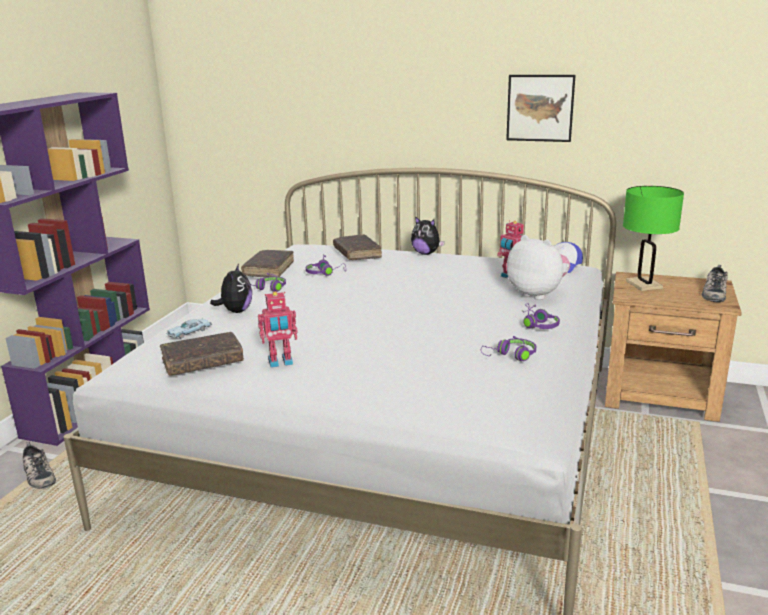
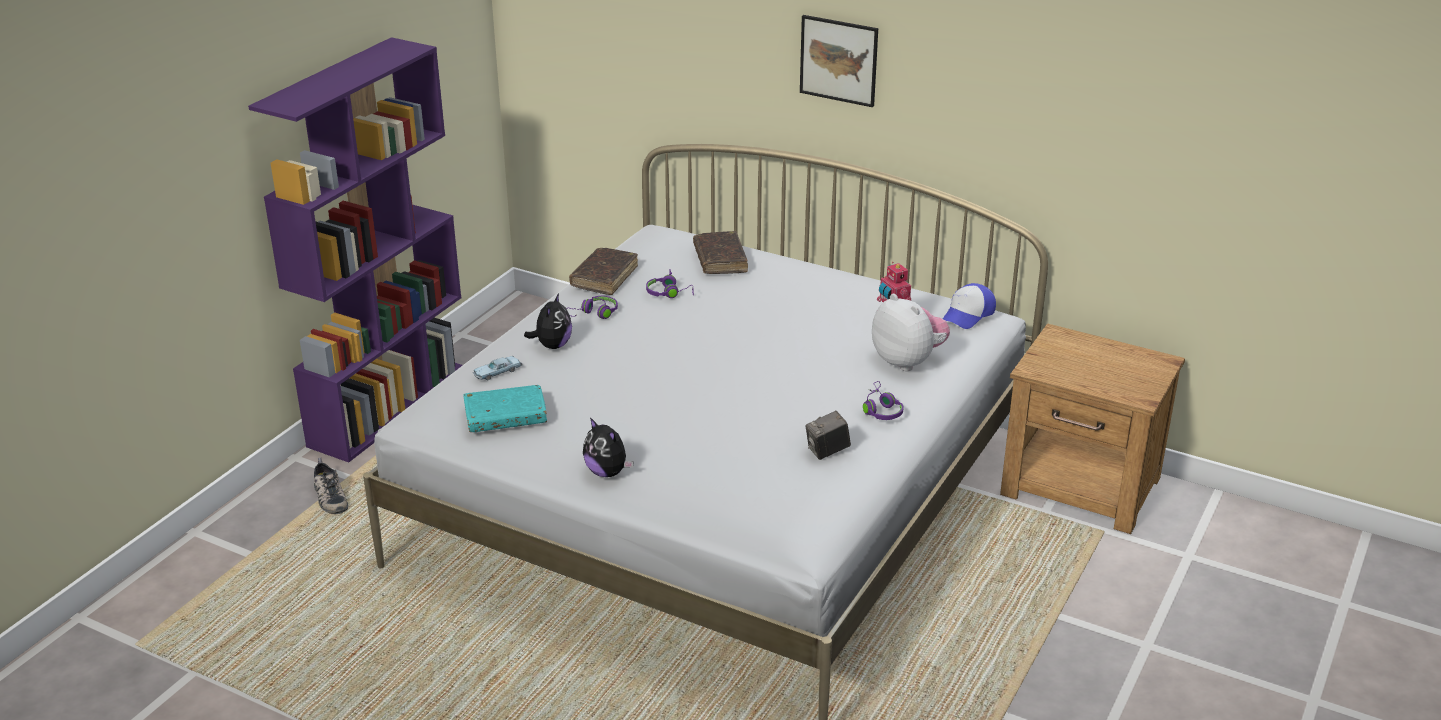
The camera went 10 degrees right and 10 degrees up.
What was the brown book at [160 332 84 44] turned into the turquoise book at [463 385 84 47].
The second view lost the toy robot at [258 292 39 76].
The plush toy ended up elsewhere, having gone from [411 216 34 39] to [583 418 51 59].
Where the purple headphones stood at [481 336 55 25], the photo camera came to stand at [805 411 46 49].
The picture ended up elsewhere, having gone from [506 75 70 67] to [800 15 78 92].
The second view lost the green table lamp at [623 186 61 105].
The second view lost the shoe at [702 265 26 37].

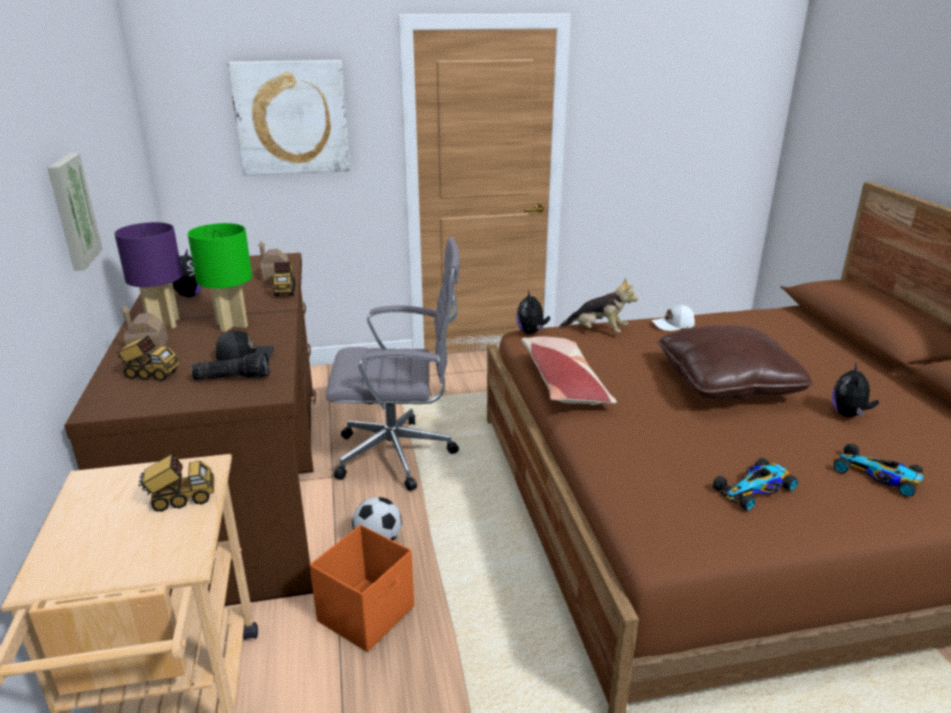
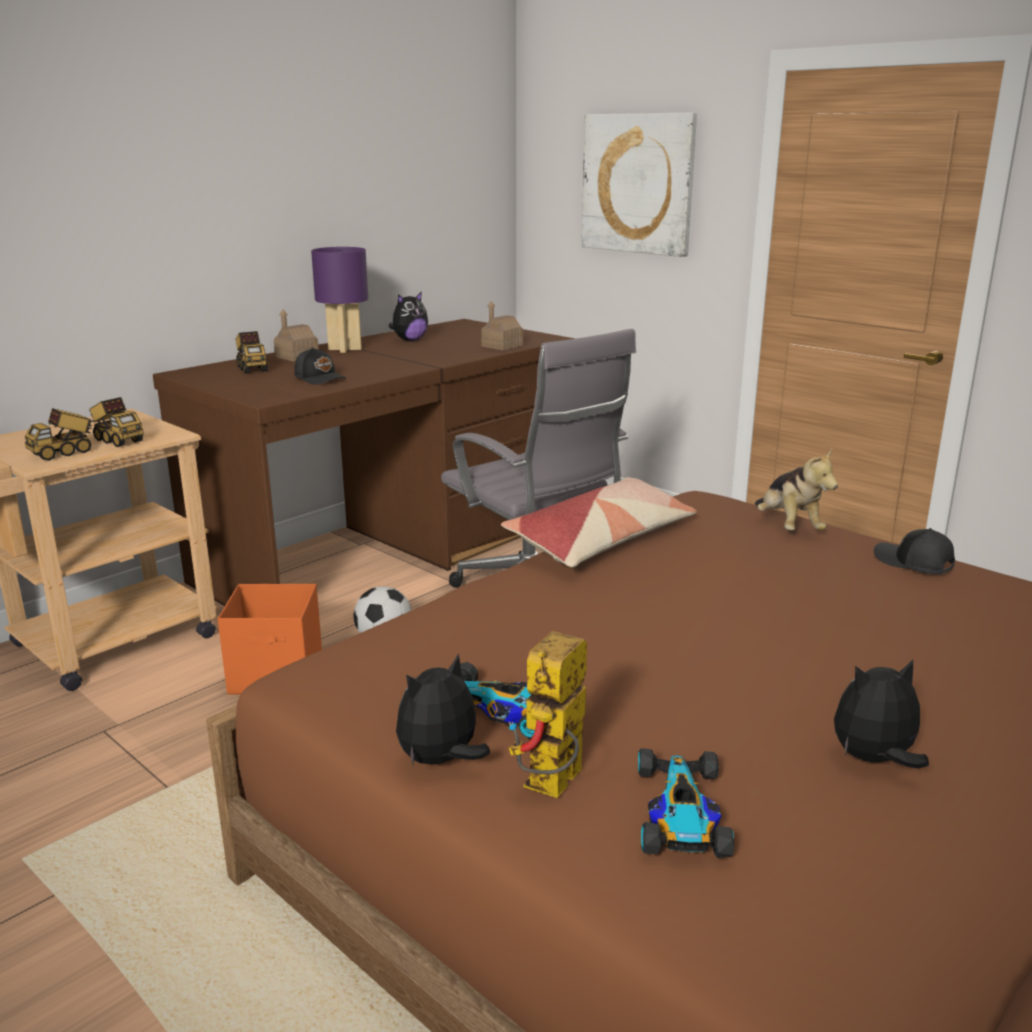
The camera went 55 degrees right and 5 degrees down.
The second view lost the picture at [47 153 55 118].
The second view lost the green table lamp at [188 223 64 109].
The second view lost the flashlight at [191 353 79 28].
The toy truck ended up elsewhere, having gone from [273 262 22 35] to [25 408 68 53].
The plush toy ended up elsewhere, having gone from [516 291 34 43] to [396 653 94 112].
What was the white cap at [652 304 43 27] turned into the black cap at [874 528 81 46].
The second view lost the brown pillow at [658 325 155 75].
The second view gained the toy robot at [509 631 78 167].

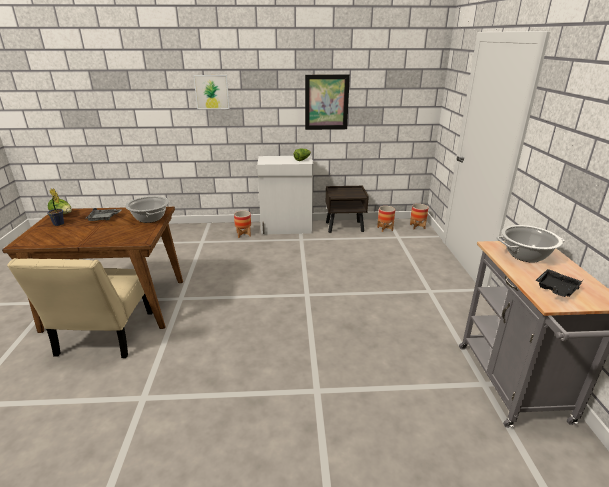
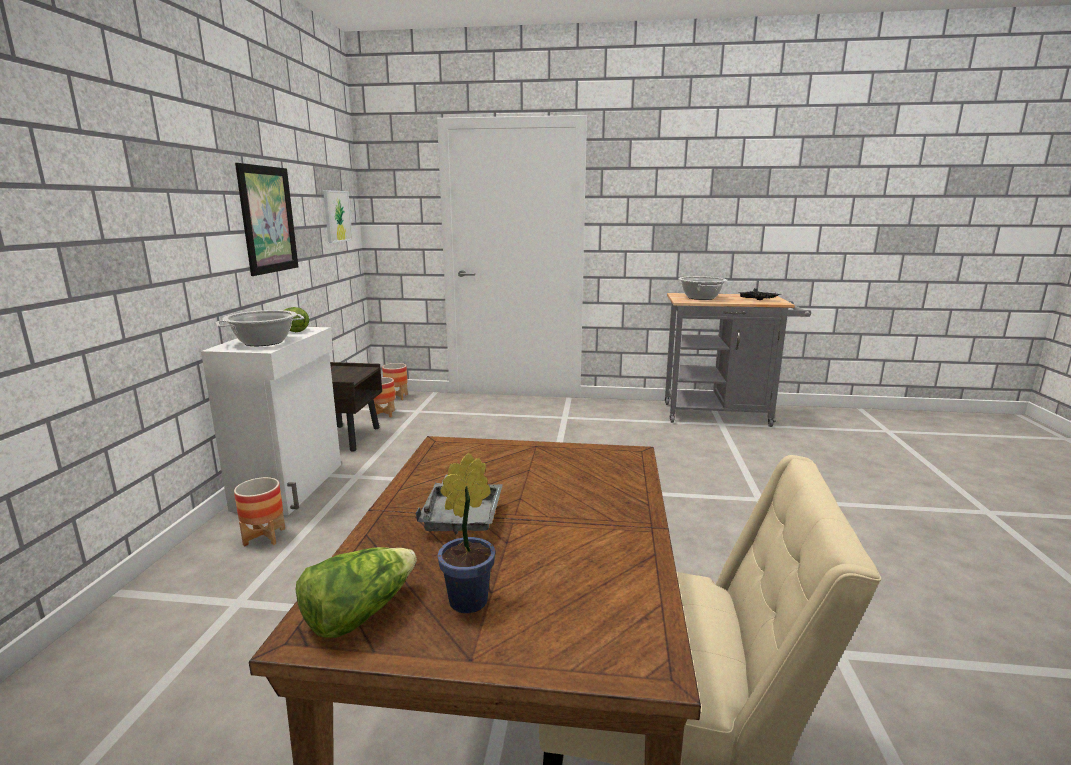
The camera went 80 degrees left and 10 degrees down.
The cooking pot ended up elsewhere, having gone from [125 196 44 27] to [216 310 88 36].
The picture ended up elsewhere, having gone from [193 75 37 34] to [323 190 30 53].

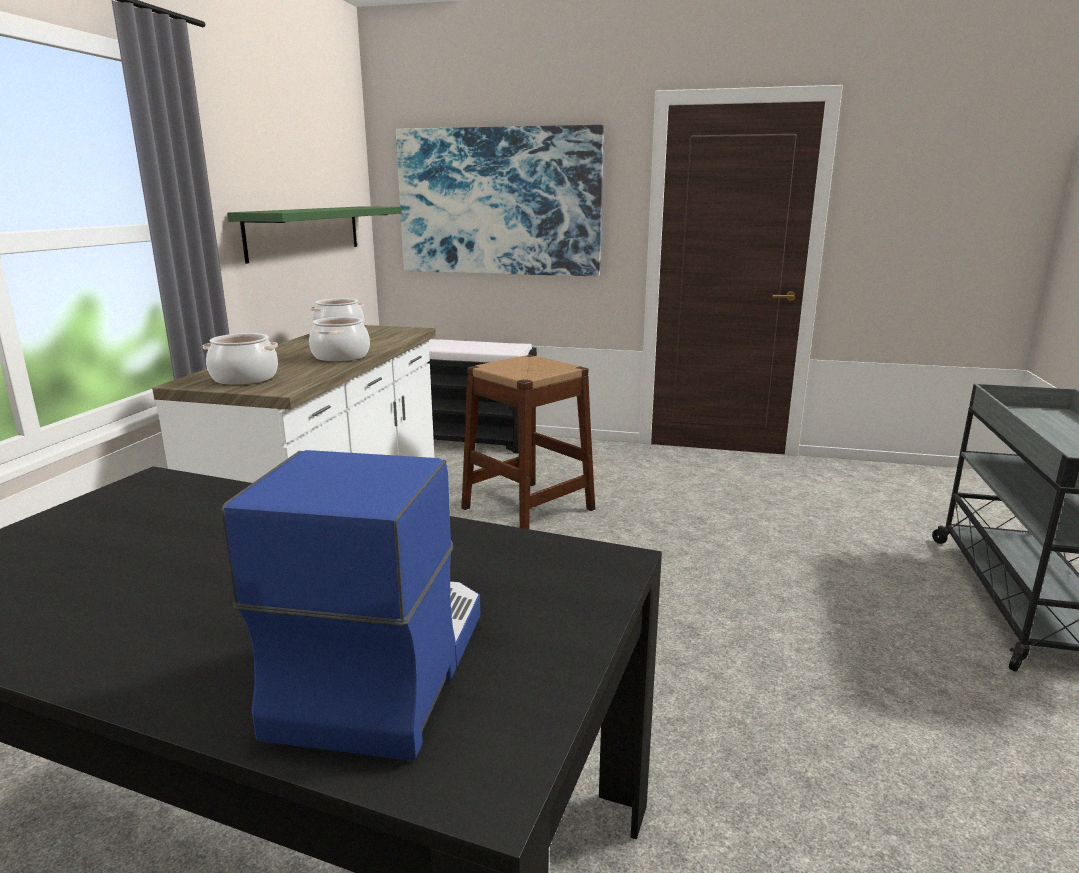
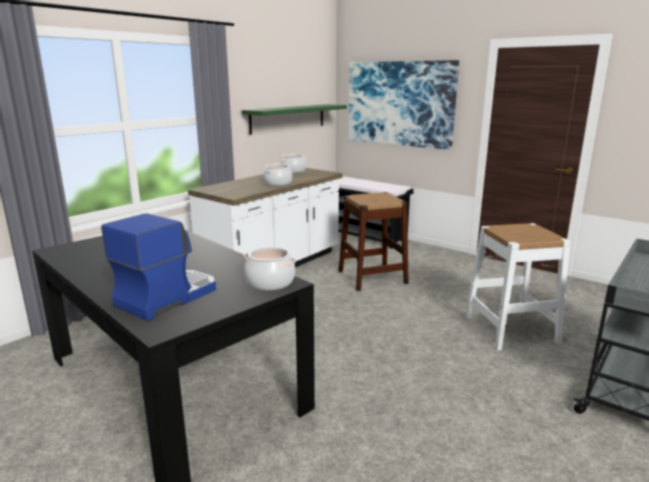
The camera went 25 degrees right and 0 degrees up.
The cooking pot ended up elsewhere, having gone from [203 333 75 52] to [244 246 51 44].
The second view gained the white stool at [465 223 106 127].

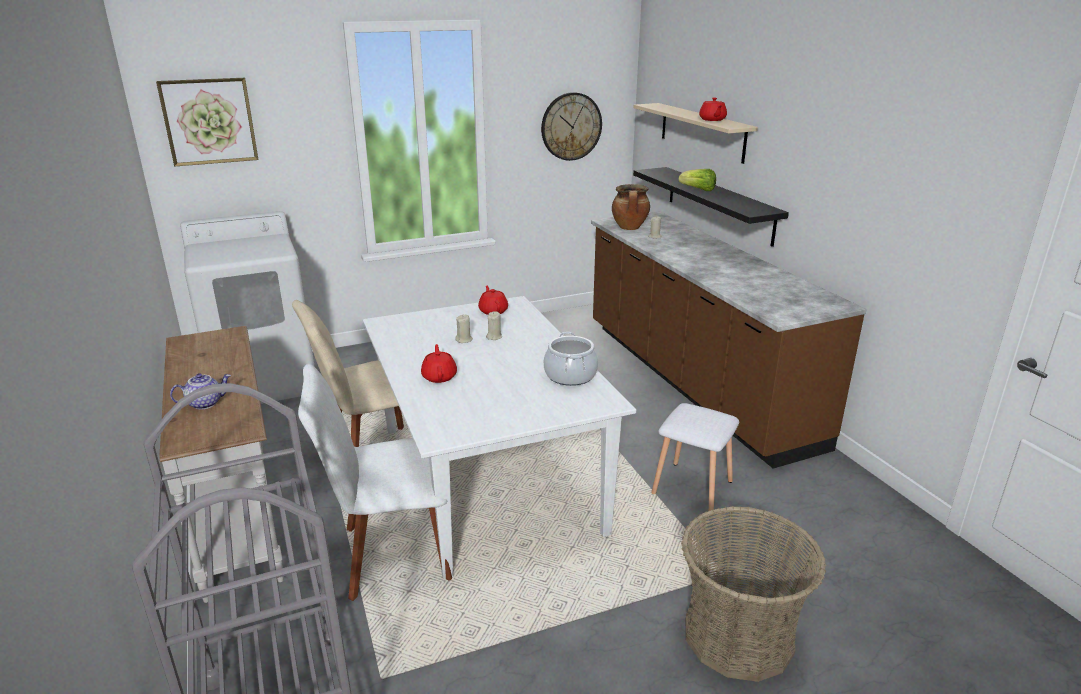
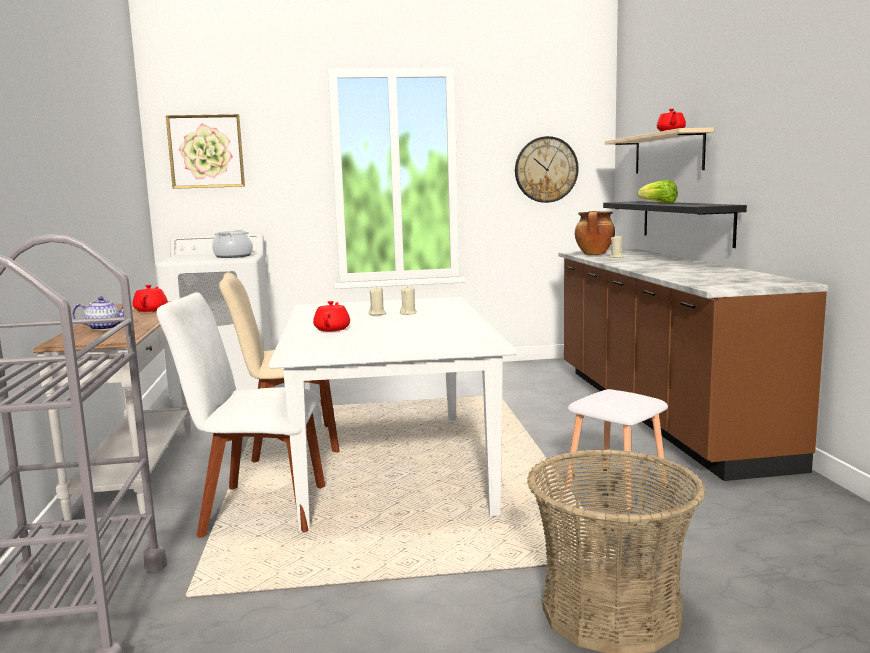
The camera went 15 degrees right and 15 degrees down.
The red teapot ended up elsewhere, having gone from [478 286 30 29] to [133 285 35 27].
The cooking pot ended up elsewhere, having gone from [544 332 54 54] to [212 230 41 28].

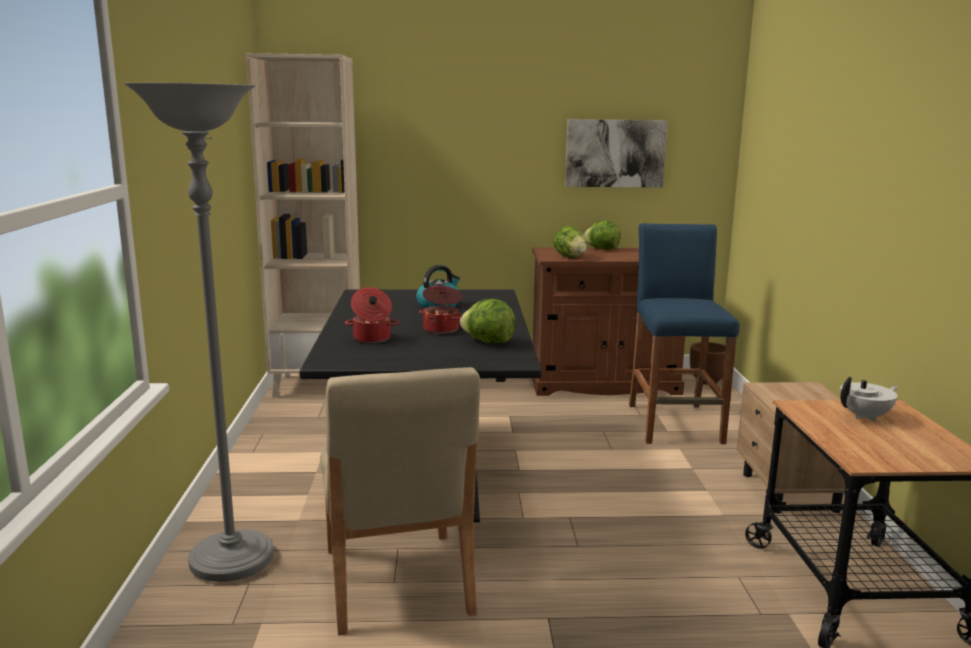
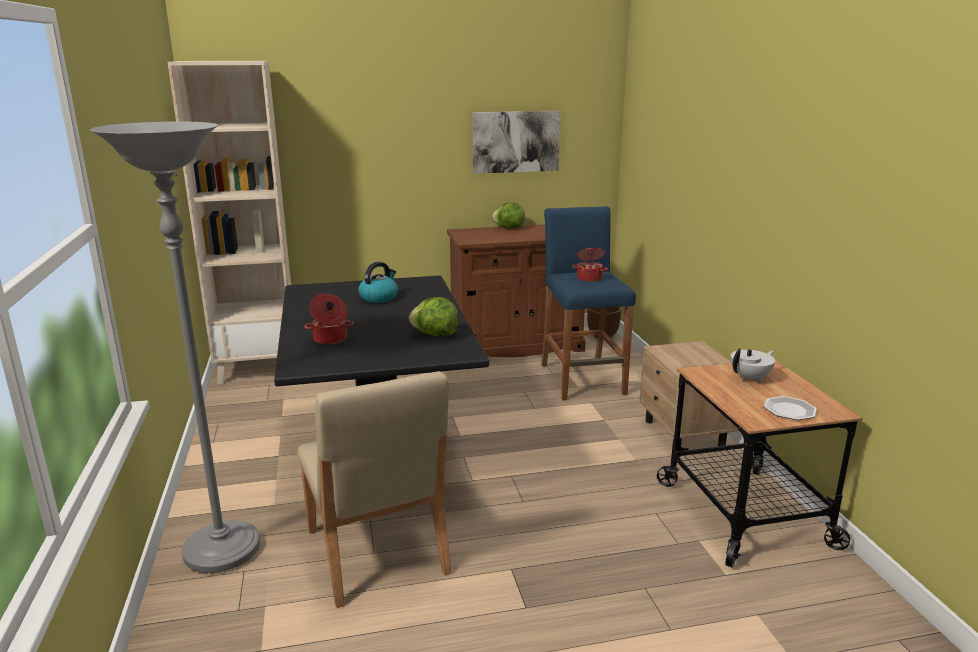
The camera went 10 degrees left and 5 degrees up.
The cooking pot ended up elsewhere, having gone from [419 285 43 49] to [572 247 36 35].
The second view lost the lettuce at [553 226 34 32].
The second view gained the plate at [763 396 54 24].

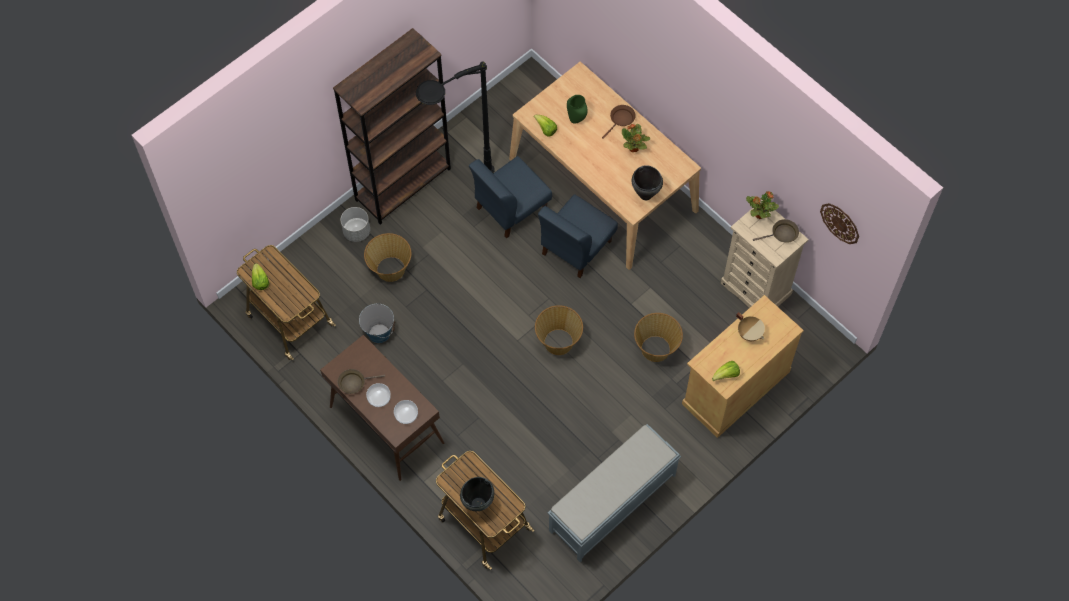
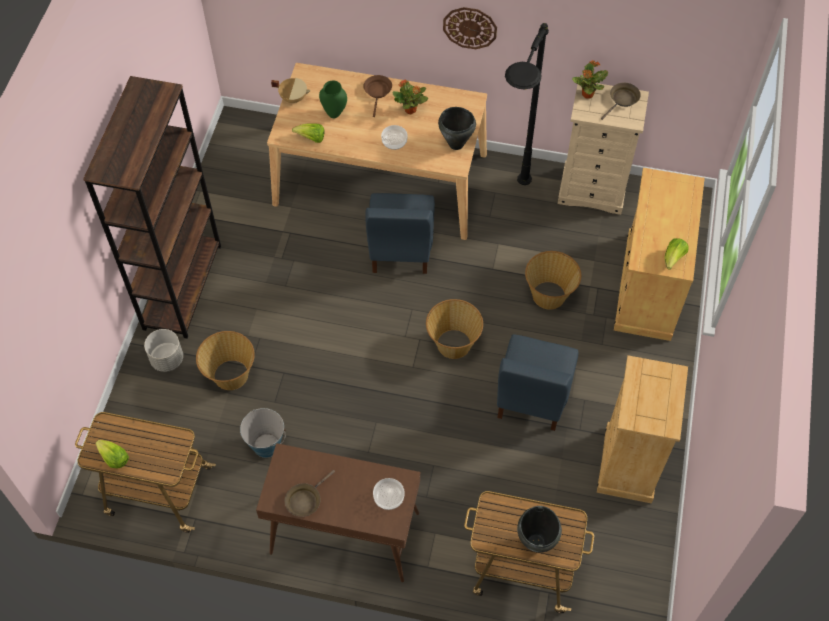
The camera went 35 degrees left and 5 degrees down.
The bowl ended up elsewhere, having gone from [366 383 25 24] to [381 125 27 25].
The black floor lamp ended up elsewhere, having gone from [416 61 78 112] to [505 23 44 162].
The blue chair ended up elsewhere, having gone from [469 156 83 82] to [497 334 81 97].
Where the grey bench stood at [548 424 133 138], the beige dresser came to stand at [597 355 91 149].
The beige cooking pot ended up elsewhere, having gone from [736 312 29 29] to [271 78 39 26].
The wall clock ended up elsewhere, having gone from [820 203 39 41] to [443 7 54 42].

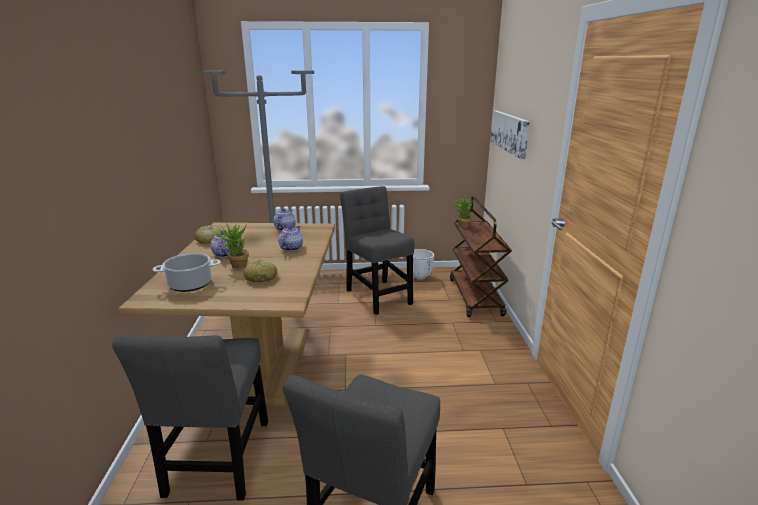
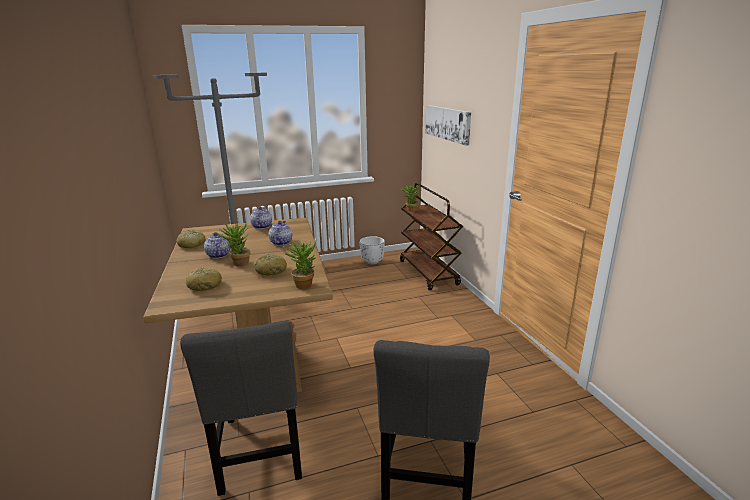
The camera went 15 degrees left and 0 degrees up.
Where the cooking pot stood at [153 253 68 39], the bread came to stand at [186 267 36 24].
The second view lost the grey chair at [340 186 74 129].
The second view gained the potted plant at [284 240 32 49].

